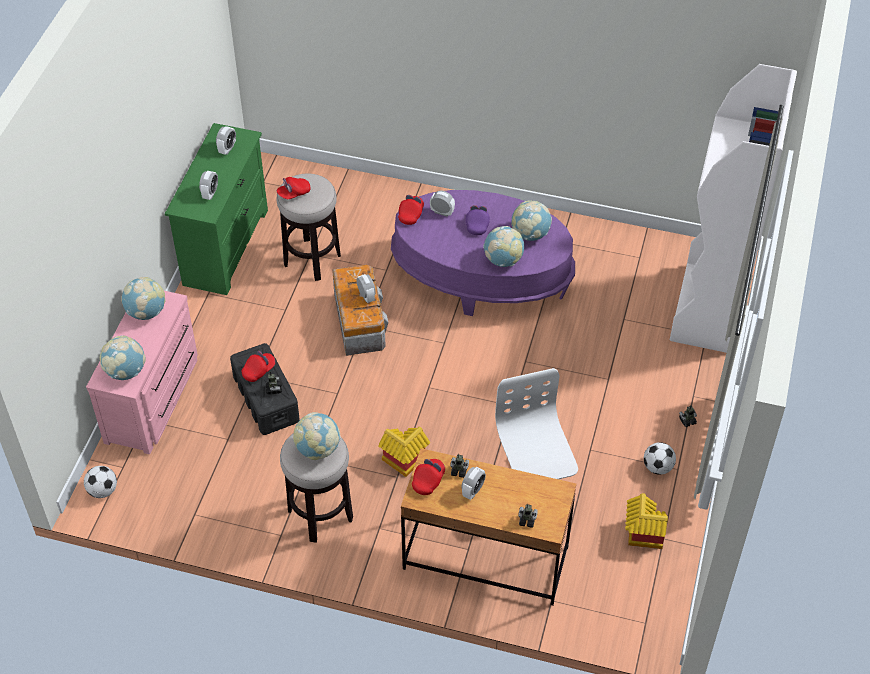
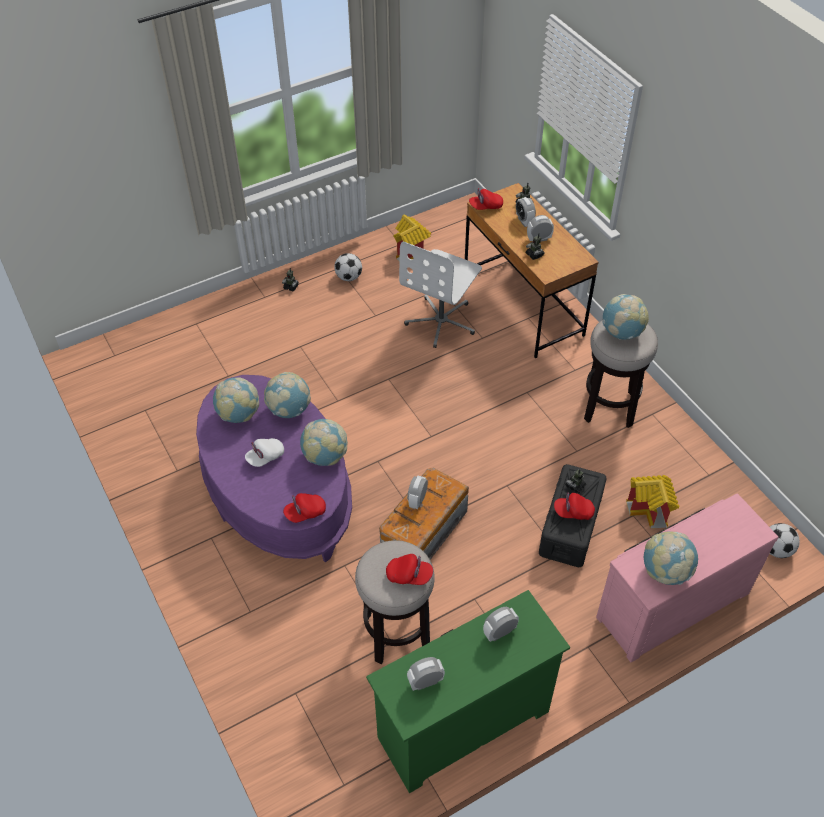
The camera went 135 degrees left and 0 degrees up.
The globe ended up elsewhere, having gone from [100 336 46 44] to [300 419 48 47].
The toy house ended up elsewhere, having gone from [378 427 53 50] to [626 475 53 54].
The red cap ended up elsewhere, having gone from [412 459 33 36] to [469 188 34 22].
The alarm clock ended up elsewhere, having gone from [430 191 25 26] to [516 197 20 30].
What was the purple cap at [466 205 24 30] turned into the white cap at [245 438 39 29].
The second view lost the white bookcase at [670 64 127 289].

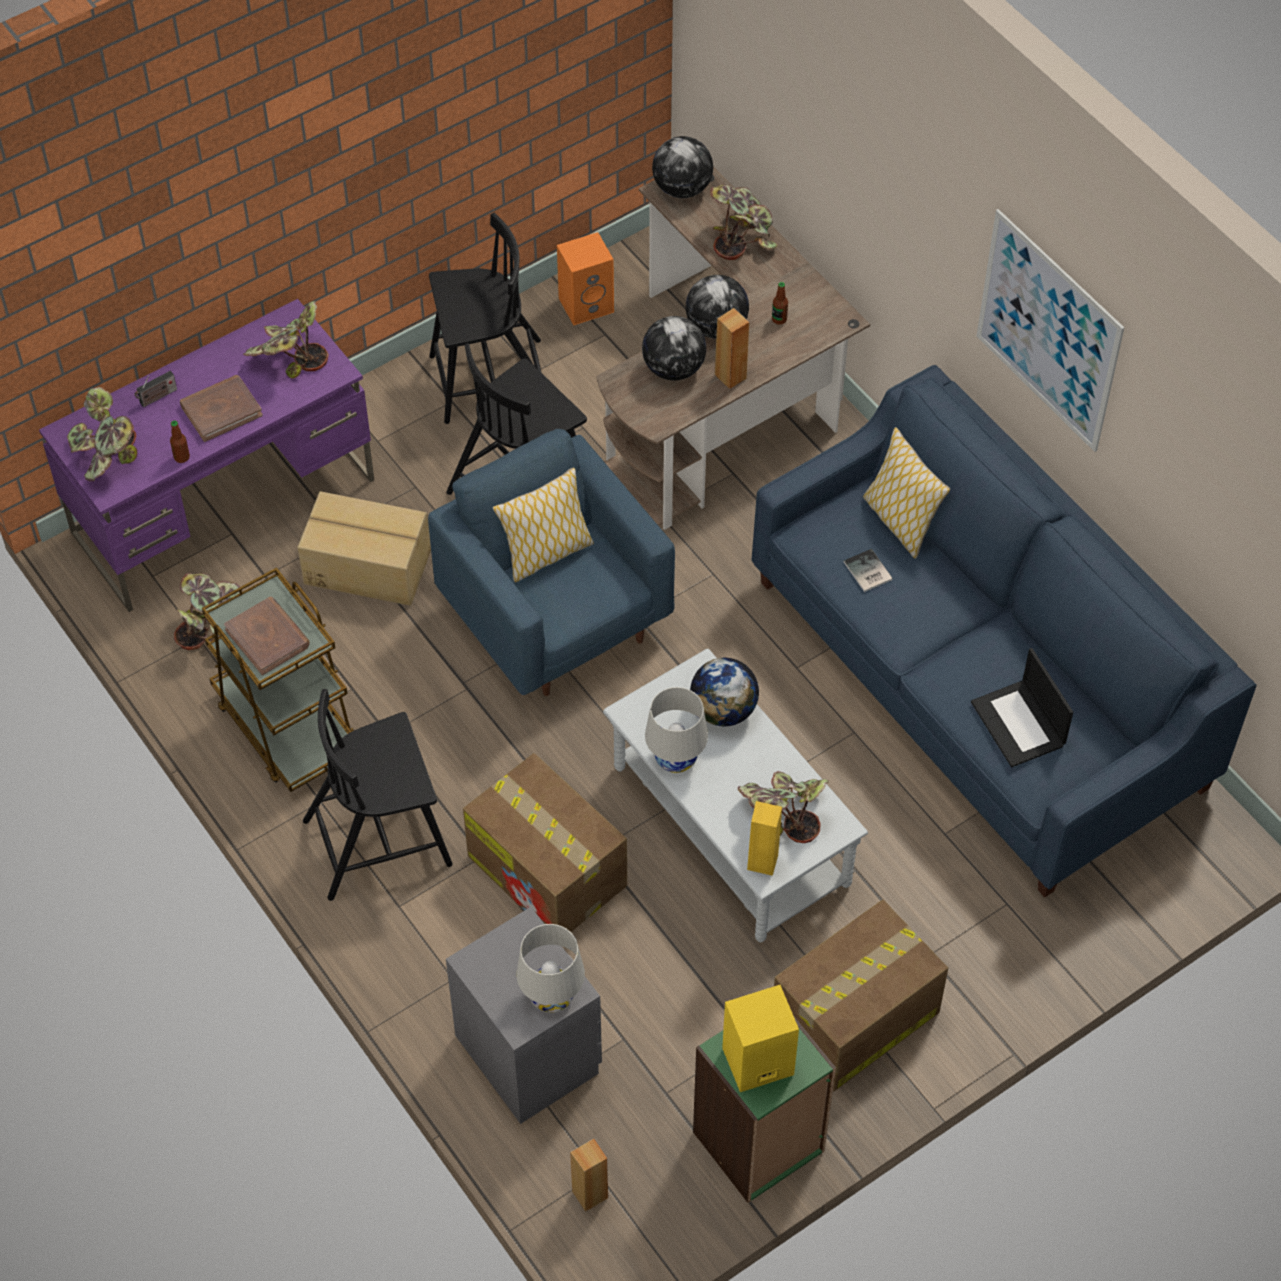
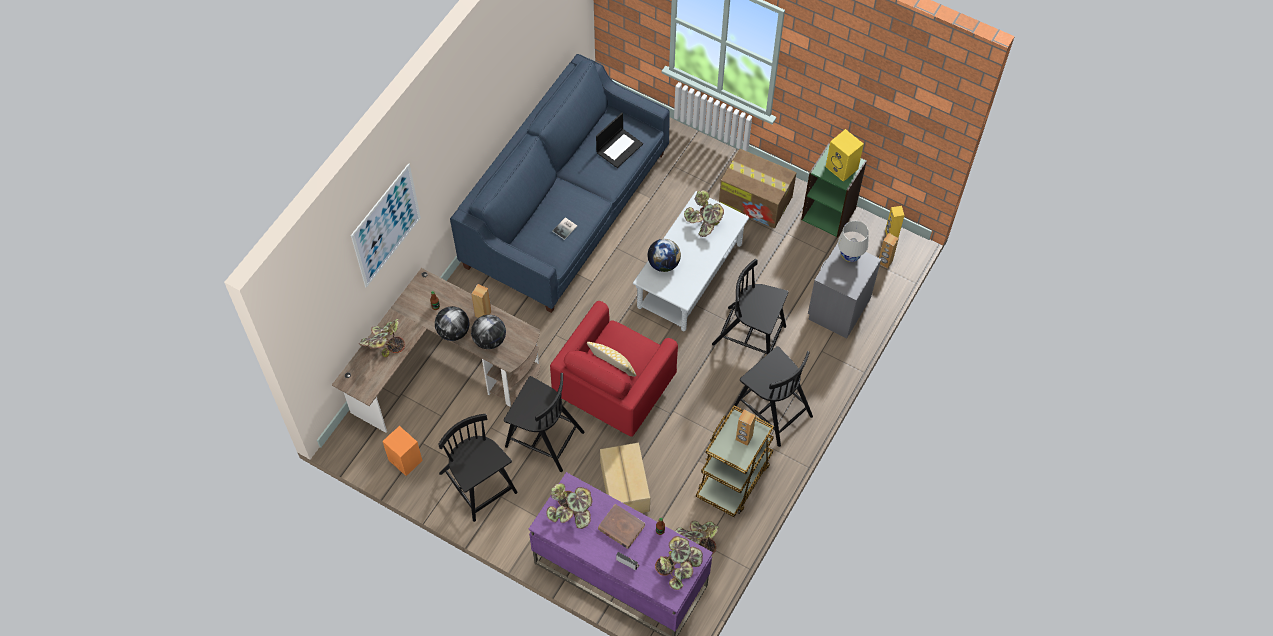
The camera went 115 degrees left and 5 degrees up.
Where the brown book stood at [224 597 86 78], the brown speaker came to stand at [736 410 20 36].
What was the blue armchair at [428 429 247 267] turned into the red armchair at [550 301 128 136].
Where the cardboard box stood at [463 753 164 179], the black chair came to stand at [712 259 76 95].
The second view lost the white table lamp at [645 687 63 86].
The second view lost the globe at [652 136 61 62].
The yellow speaker ended up elsewhere, having gone from [747 801 35 75] to [885 206 19 32].
The second view lost the pillow at [863 427 87 132].
The picture ended up elsewhere, having gone from [977 209 147 243] to [351 163 70 125].

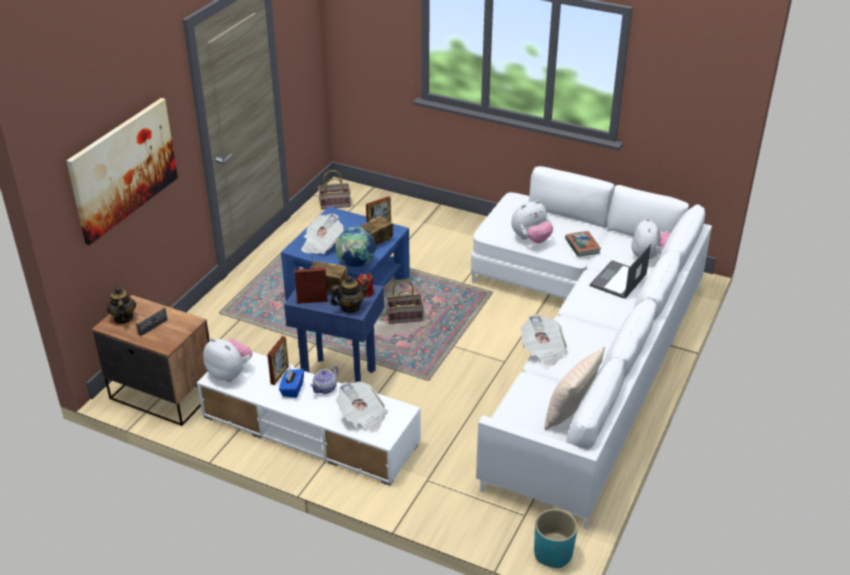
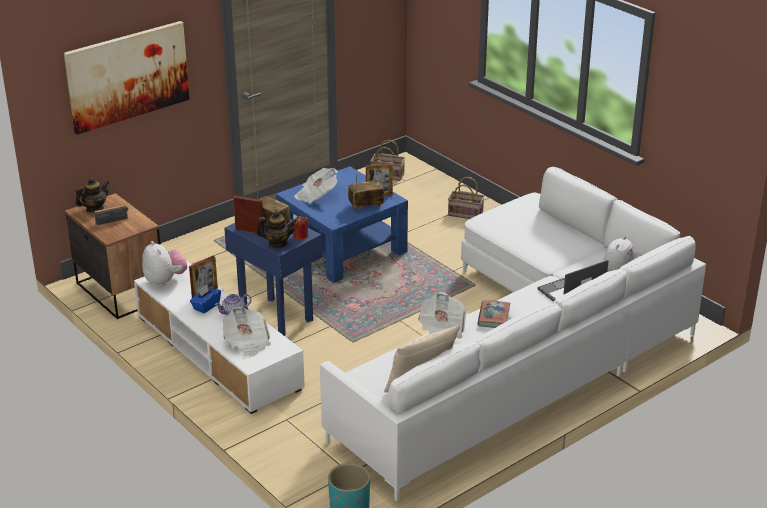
The camera went 25 degrees right and 5 degrees down.
The teapot at [106 284 30 40] ended up facing another way, 45 degrees clockwise from before.
The second view lost the globe at [335 227 41 40].
The basket ended up elsewhere, having gone from [386 279 38 45] to [448 177 36 42].
The second view lost the plush toy at [511 200 42 43].
The book ended up elsewhere, having gone from [565 231 36 26] to [477 300 33 28].

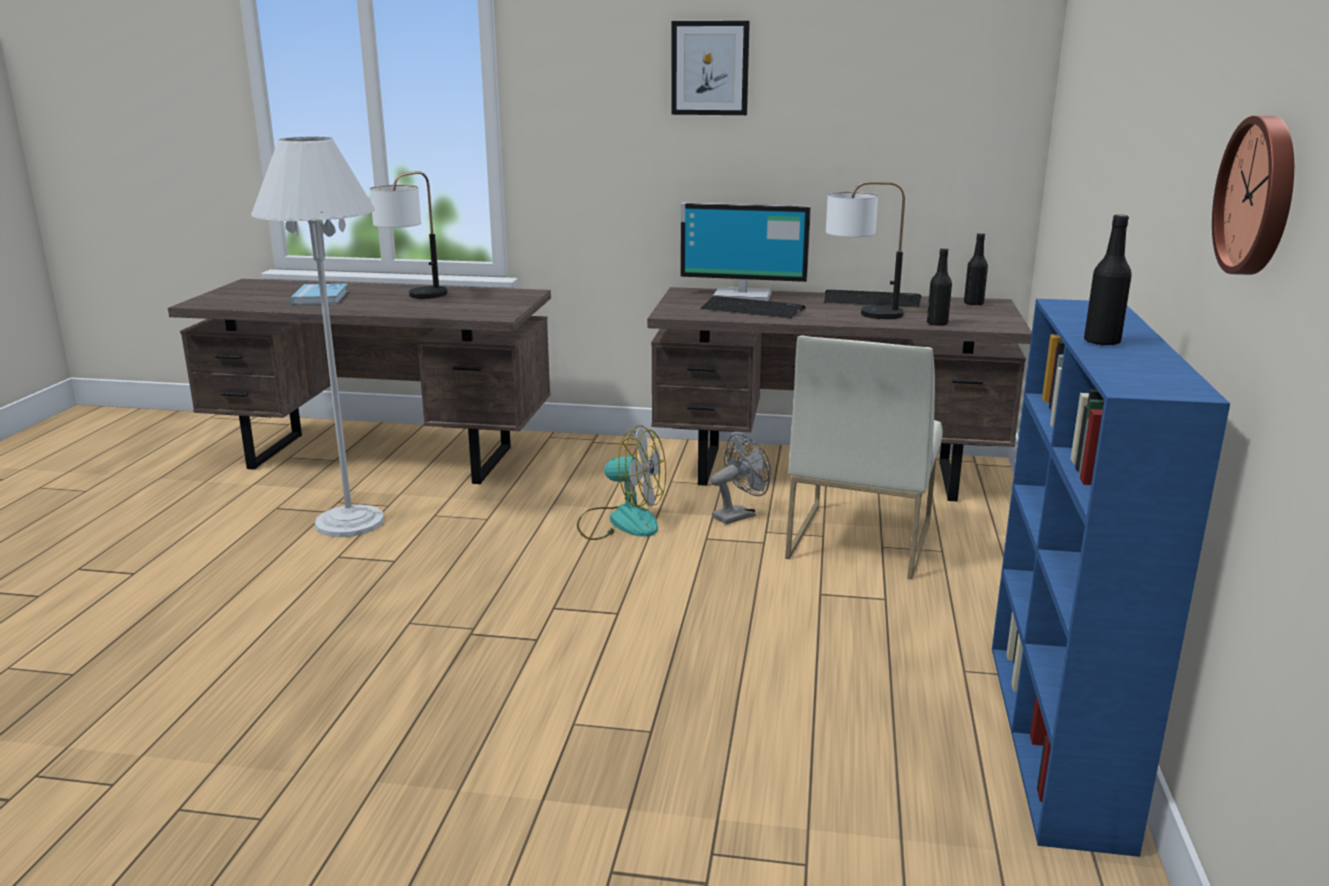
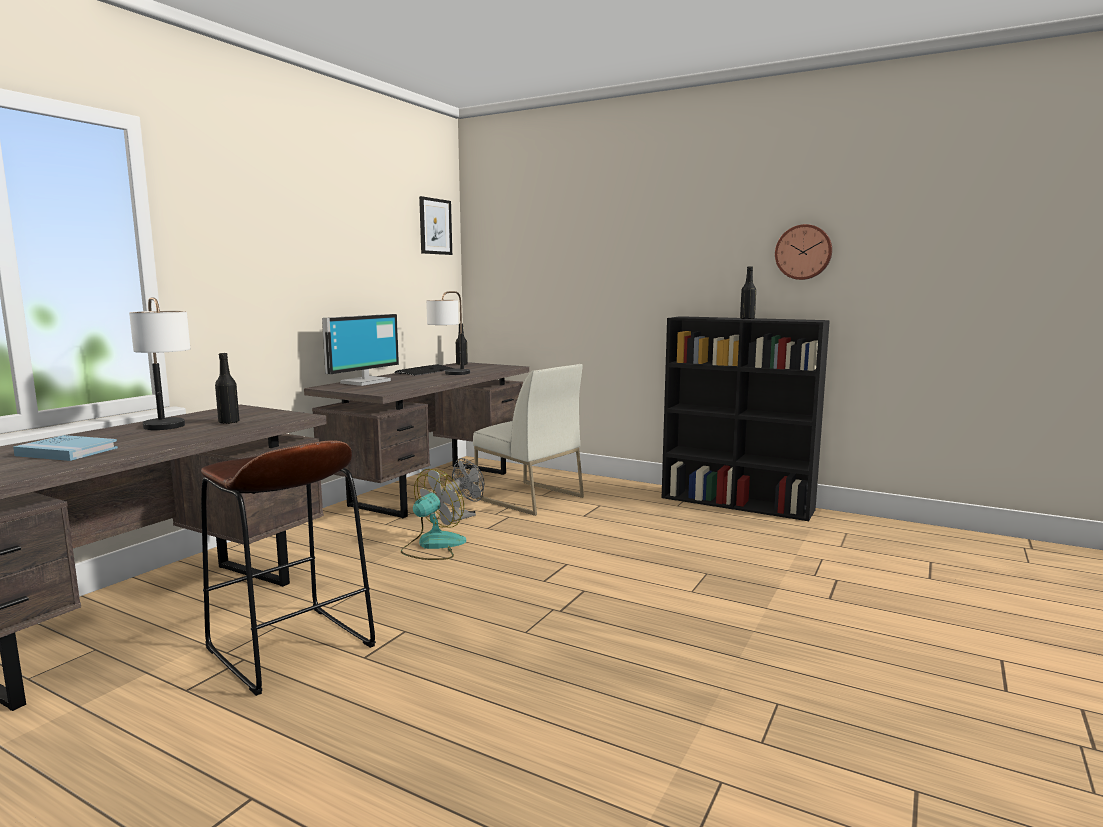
The camera went 70 degrees left and 10 degrees down.
Where the white floor lamp stood at [251 137 133 400], the brown stool came to stand at [201 440 175 256].
The picture ended up elsewhere, having gone from [671 21 79 94] to [419 196 33 59].
The second view lost the keyboard at [700 296 106 23].
The grey fan at [711 434 60 90] ended up facing another way, 60 degrees clockwise from before.
The black bottle ended up elsewhere, having gone from [927 248 25 78] to [215 353 24 71].
What was the blue bookcase at [992 299 238 558] turned into the black bookcase at [662 316 168 205].

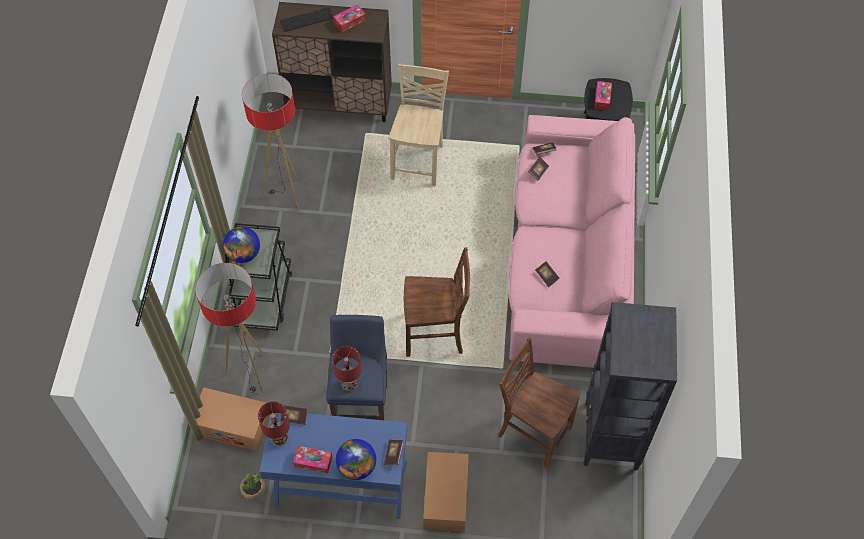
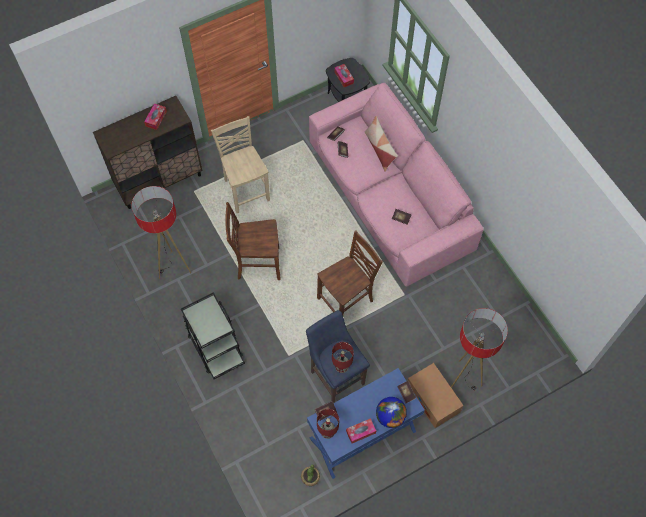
The camera went 35 degrees left and 5 degrees up.
The floor lamp ended up elsewhere, having gone from [195 263 69 130] to [451 308 57 83].
The second view lost the cardboard box at [196 387 74 64].
The second view lost the globe at [223 227 37 36].
The second view lost the keyboard at [280 7 53 25].
The brown chair ended up elsewhere, having gone from [498 338 82 131] to [225 202 55 78].
The second view lost the black bookcase at [584 302 93 169].
The second view gained the pillow at [365 116 33 56].

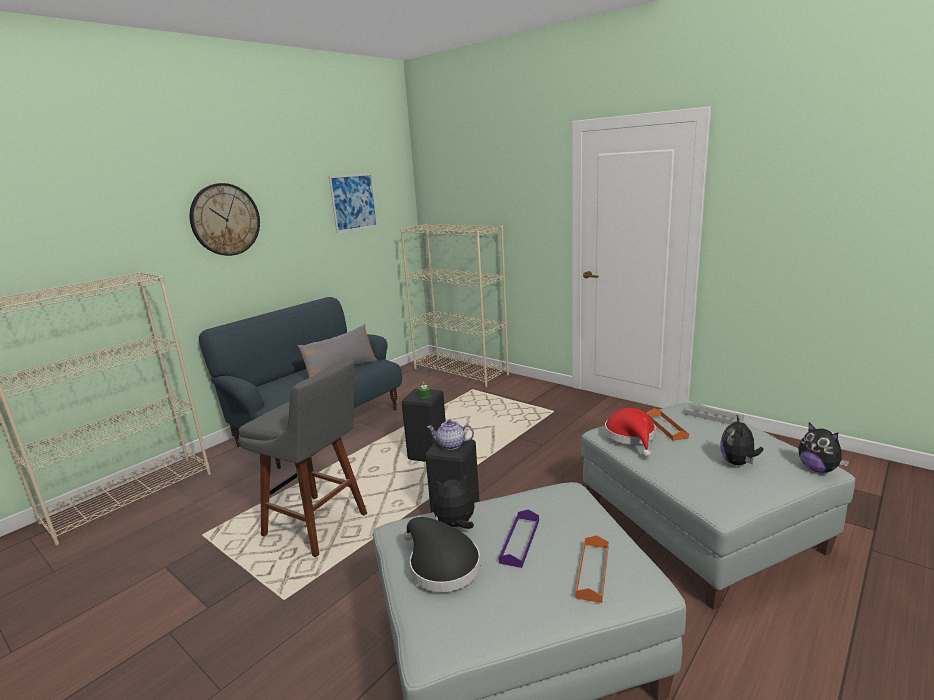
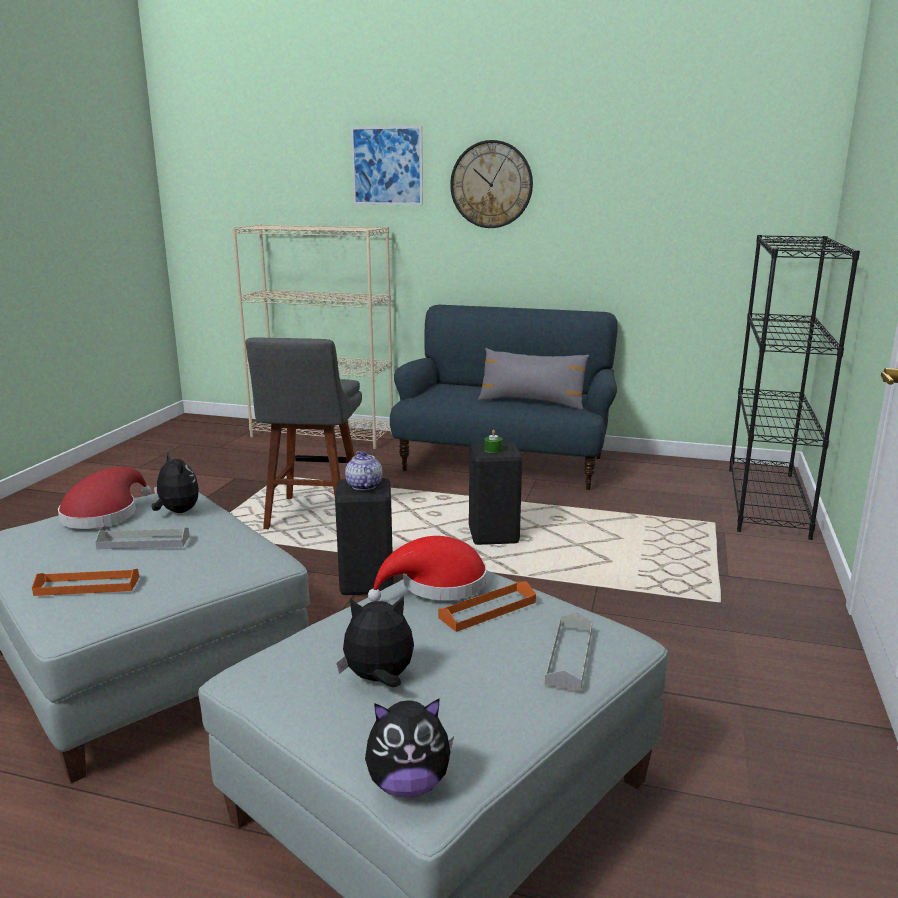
The camera went 65 degrees right and 0 degrees up.
The picture ended up elsewhere, having gone from [329 173 49 60] to [351 126 72 79].
What was the beige bookcase at [400 224 109 163] turned into the black bookcase at [729 235 131 305].
What was the black hat at [403 517 77 75] turned into the red hat at [58 467 94 62].
What was the purple tray at [498 509 41 59] turned into the grey tray at [95 528 94 21].
The plush toy at [798 422 51 51] ended up facing another way, 135 degrees counterclockwise from before.

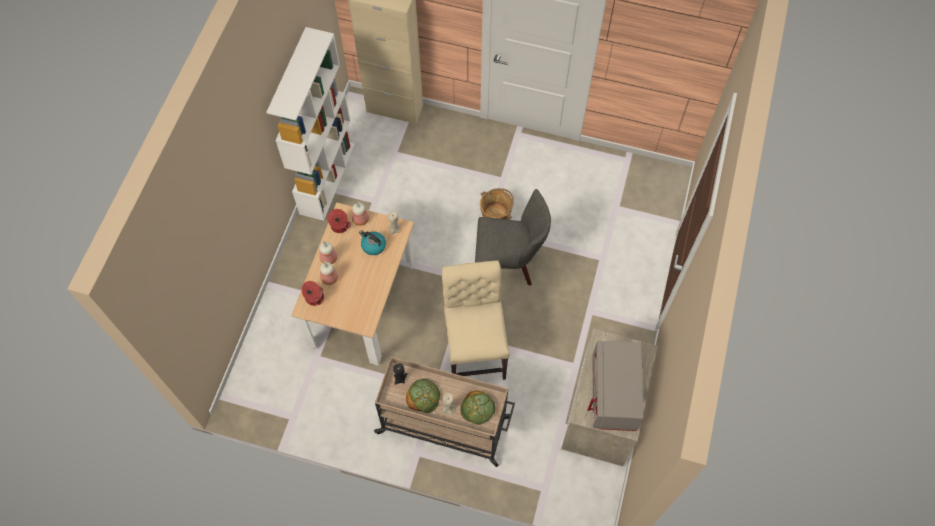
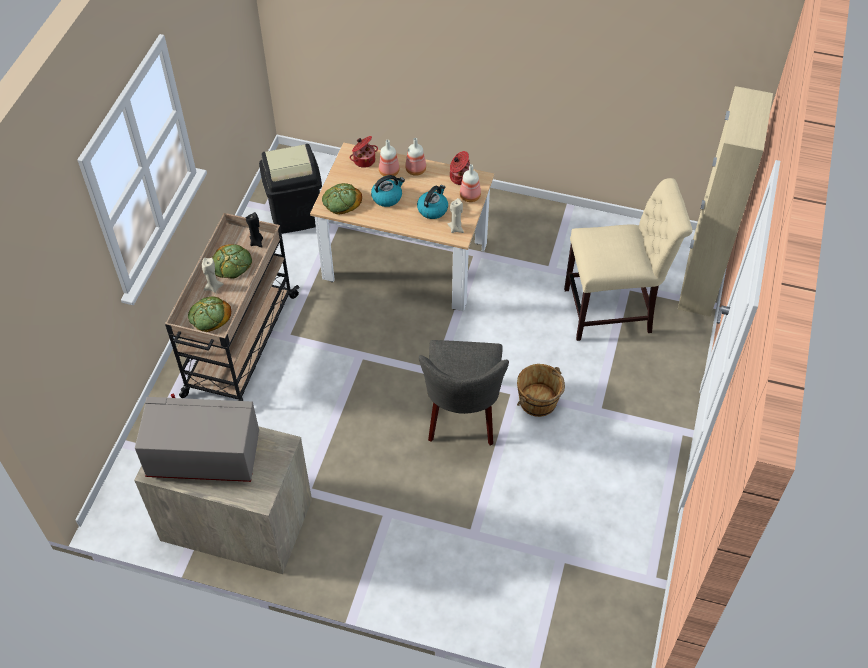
The camera went 90 degrees right and 10 degrees down.
The second view lost the white bookcase at [266 27 89 194].
The beige chair ended up elsewhere, having gone from [442 261 68 119] to [564 178 129 163].
The second view gained the black trash can at [259 144 63 90].
The second view gained the bread at [322 183 40 32].
The second view gained the kettle at [371 175 34 32].

